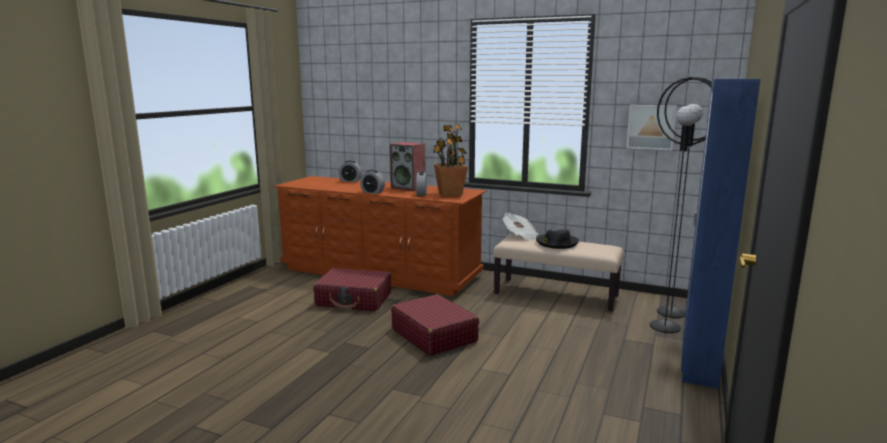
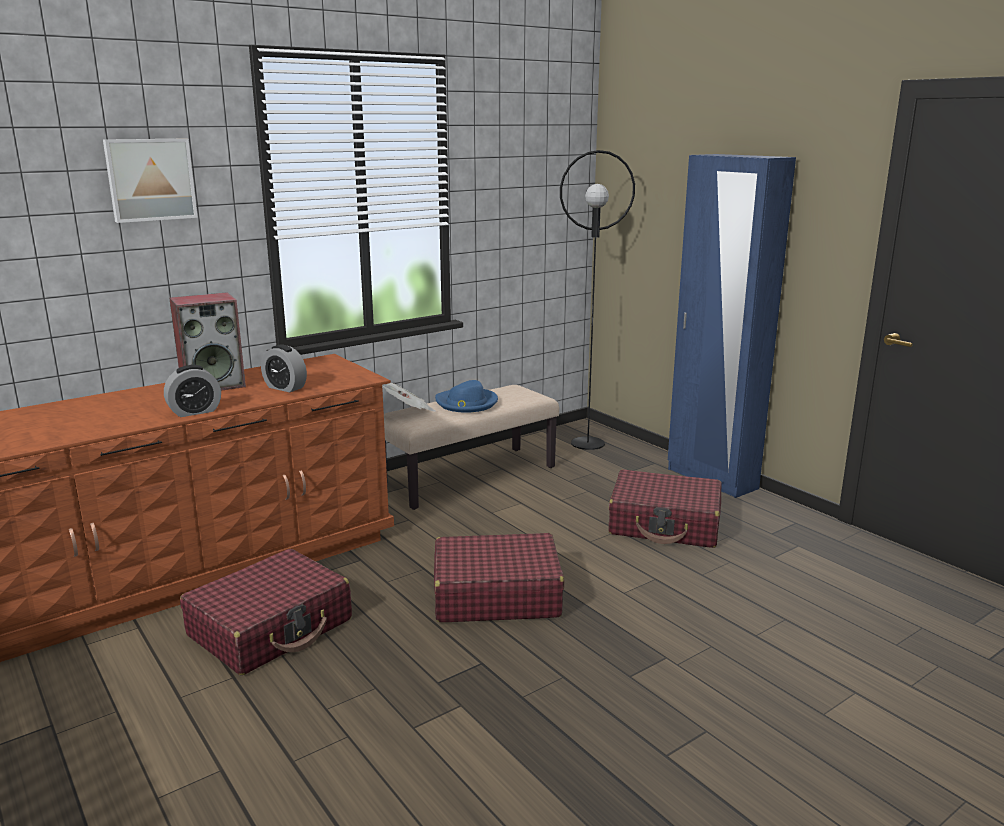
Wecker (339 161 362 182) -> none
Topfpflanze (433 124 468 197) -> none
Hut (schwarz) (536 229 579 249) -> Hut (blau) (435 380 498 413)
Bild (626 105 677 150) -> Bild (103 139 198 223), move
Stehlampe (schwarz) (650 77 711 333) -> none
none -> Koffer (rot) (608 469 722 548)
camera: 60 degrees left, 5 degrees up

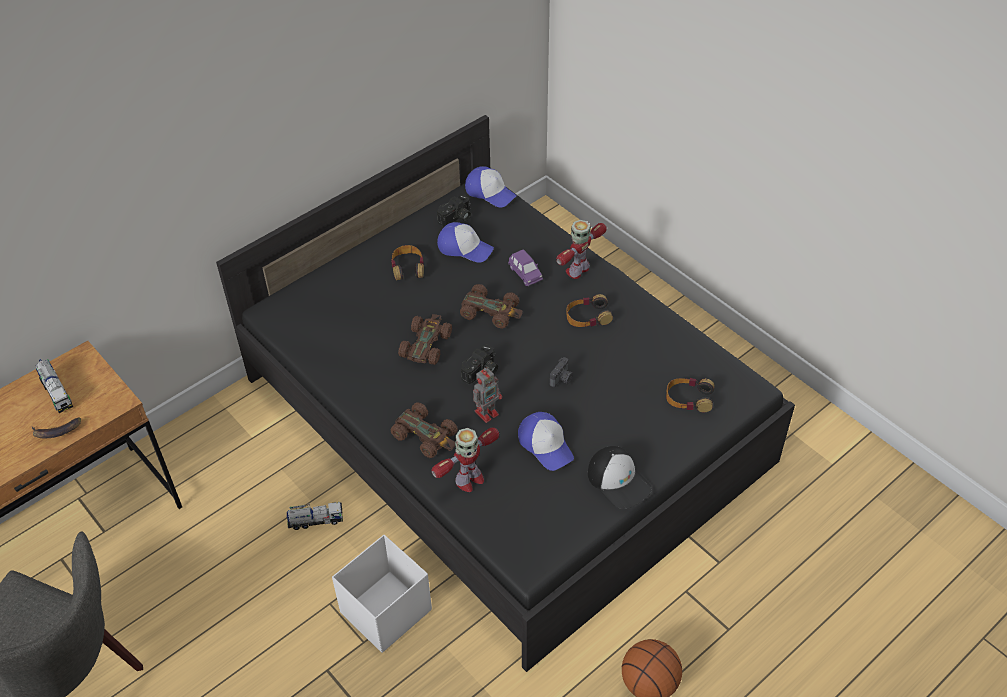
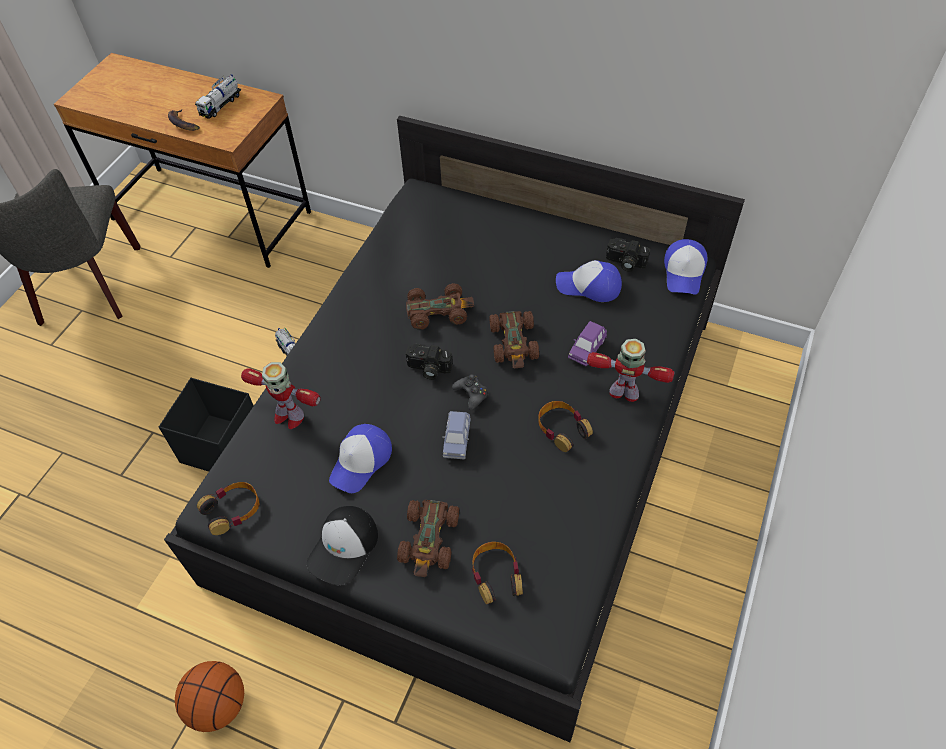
Aufbewahrungsbox (weiß) (332 535 432 653) -> Aufbewahrungsbox (schwarz) (159 378 254 471)
Kopfhörer (391 245 424 280) -> Kopfhörer (197 482 259 535), move
Spielzeugauto (braun) (391 402 458 458) -> Spielzeugauto (braun) (397 500 459 577), move
Kappe (437 222 494 262) -> Kappe (556 260 622 302), 105 degrees clockwise
Spielzeugroboter (473 367 502 423) -> none
Kamera (550 357 573 387) -> Spielzeugauto (blau) (442 411 471 460)
none -> Gamepad (schwarz) (452 374 488 410)
camera: 65 degrees right, 5 degrees up

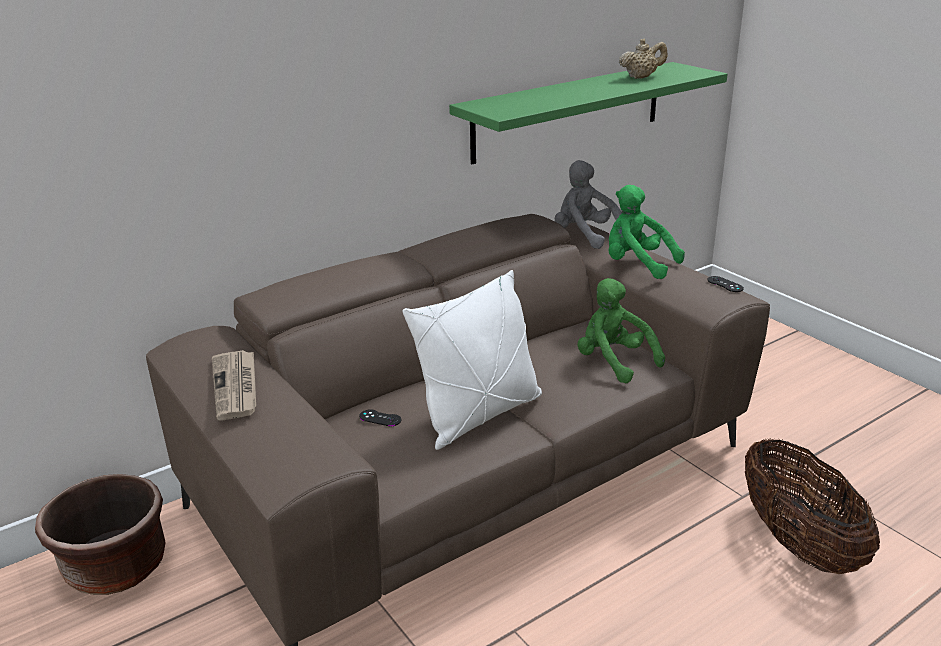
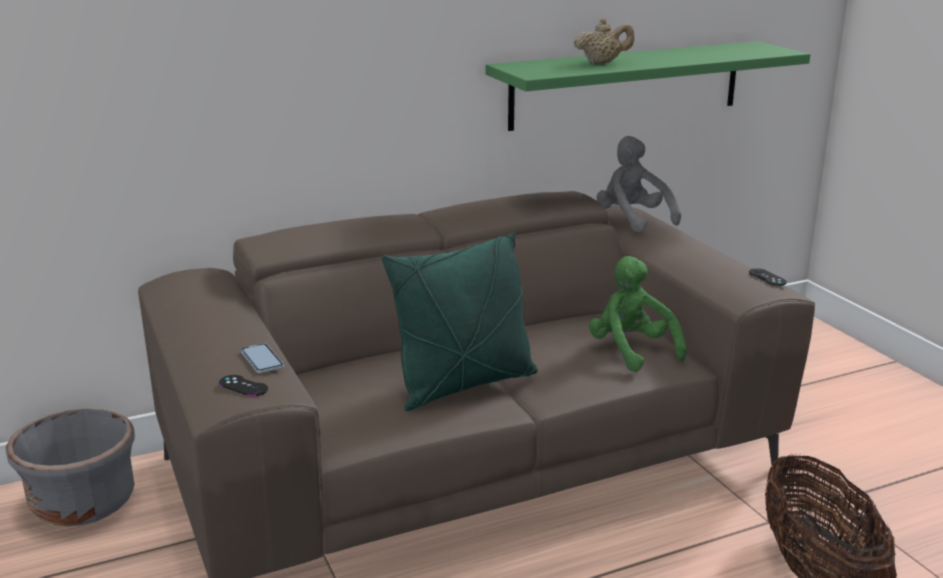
Pflanzkübel (braun) (35 474 165 595) -> Pflanzkübel (grau) (6 409 135 526)
Zeitung (212 350 256 421) -> none
Gamepad (schwarz) (359 409 401 426) -> Gamepad (schwarz) (219 375 268 396), move
Kissen (weiß) (403 270 542 450) -> Kissen (grün) (382 232 538 411)
Plüschtier (grün) (608 185 685 279) -> none
Teekanne (beige) (619 38 668 79) -> Teekanne (beige) (574 18 634 64), move
none -> Handy (240 343 284 373)
camera: 10 degrees right, 5 degrees down

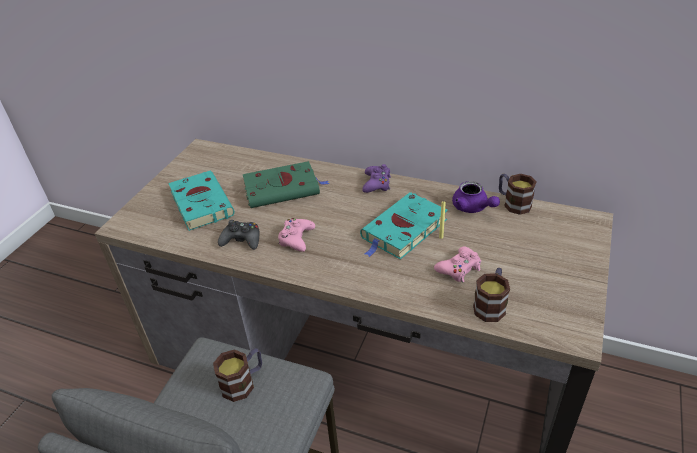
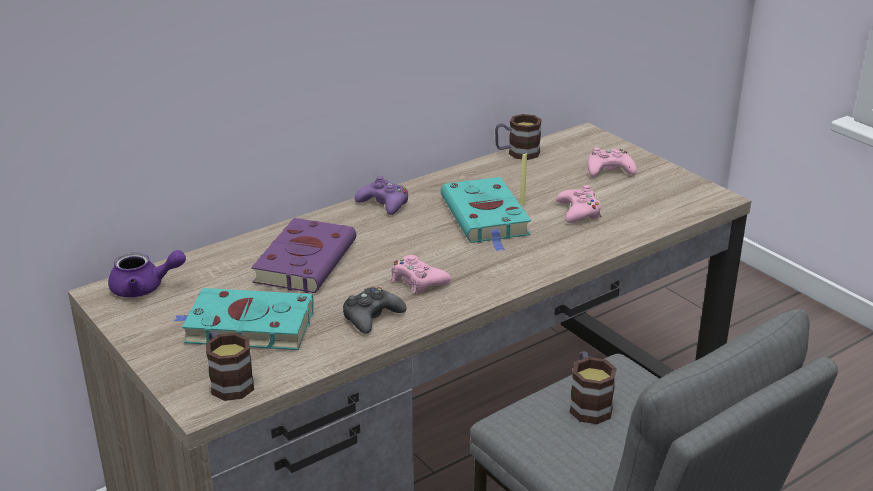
Buch (grün) (243 161 330 208) -> Buch (lila) (251 218 356 293)
Teekanne (lila) (452 181 500 213) -> Teekanne (lila) (108 250 186 297), move
Henkelbecher (473 268 510 322) -> Henkelbecher (206 330 254 401), move
none -> Gamepad (rosa) (588 147 637 177)
camera: 60 degrees left, 10 degrees down

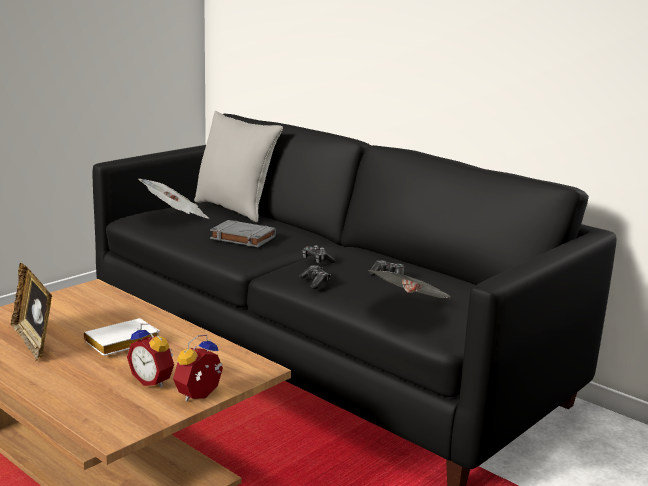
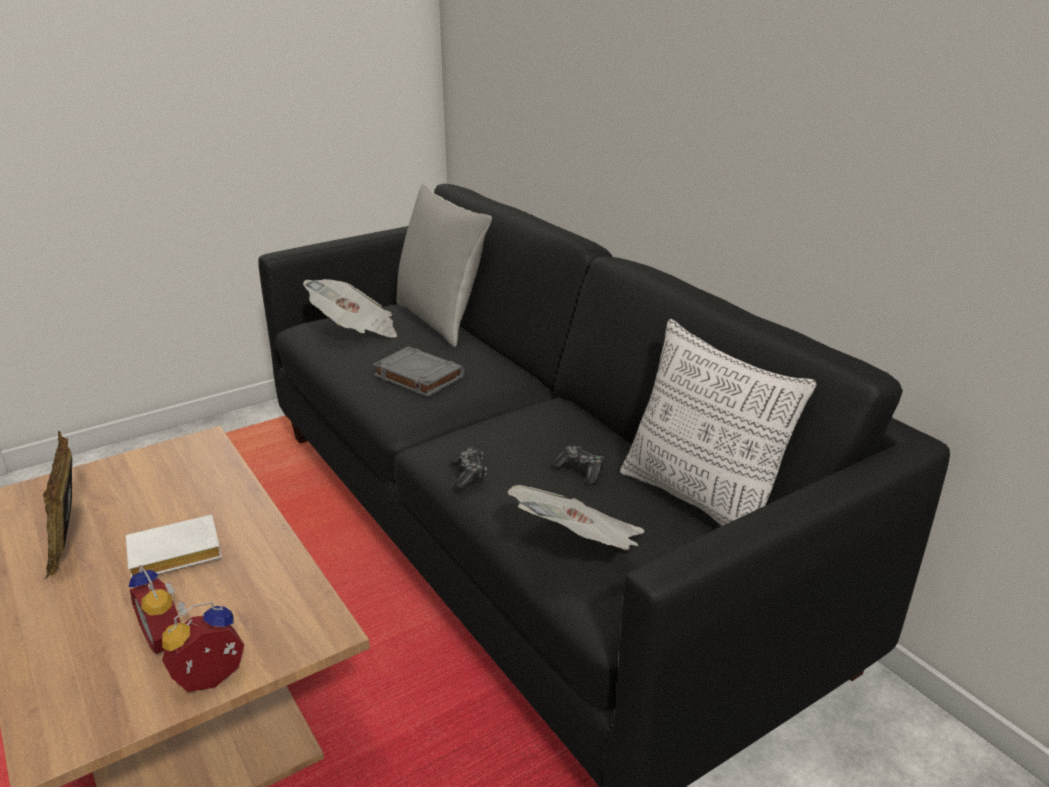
Gamepad (302 245 335 263) -> none
none -> Kissen (620 319 817 526)
camera: 15 degrees right, 10 degrees up

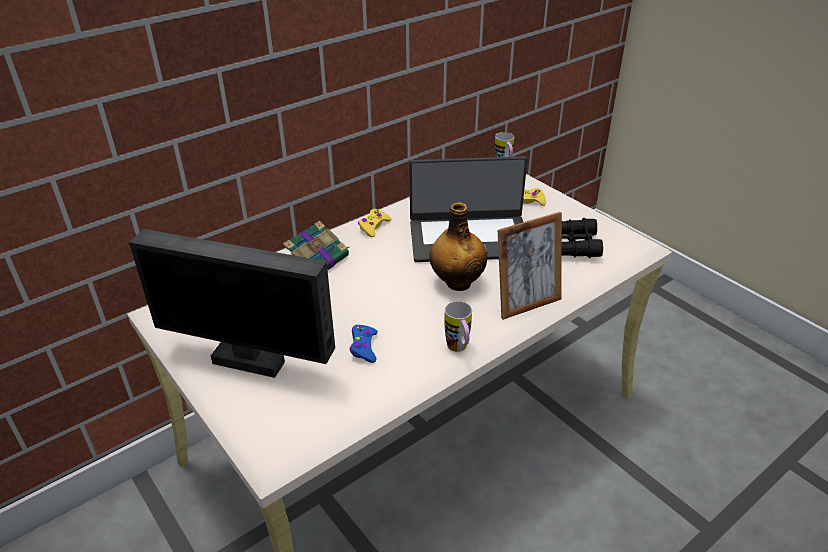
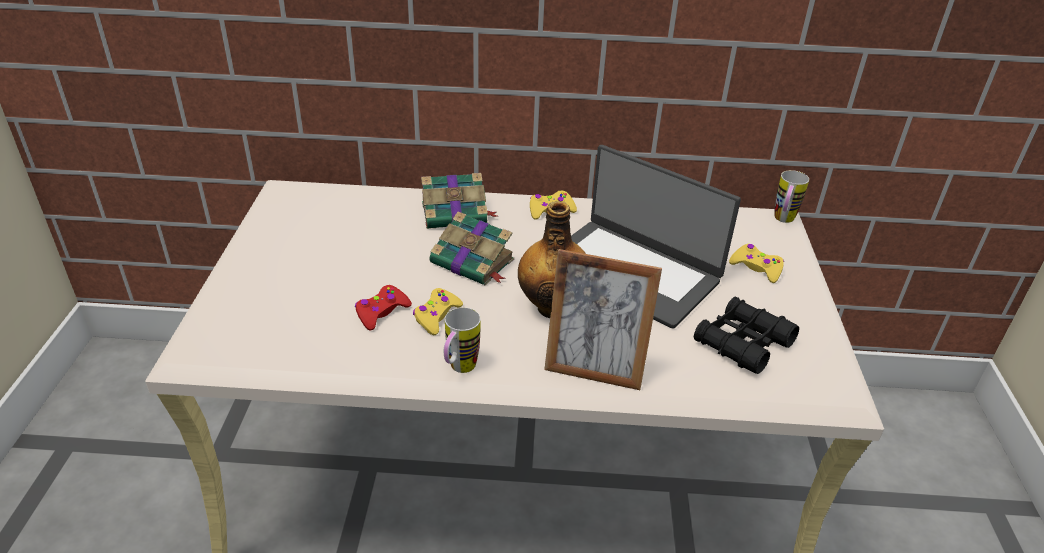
Monitor (129 229 335 378) -> none
Gamepad (blau) (350 325 378 363) -> Gamepad (rot) (355 285 412 331)
none -> Gamepad (gelb) (413 288 463 335)
none -> Buch (430 211 514 285)
camera: 40 degrees right, 0 degrees up

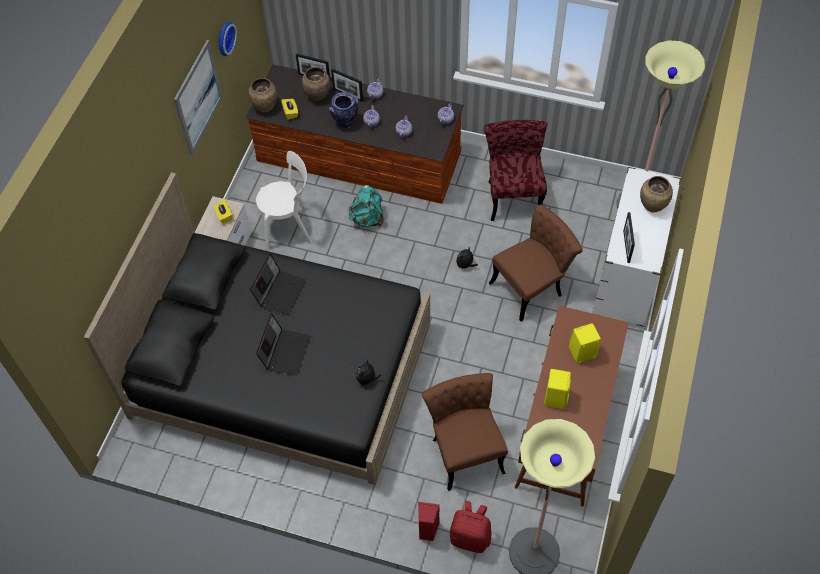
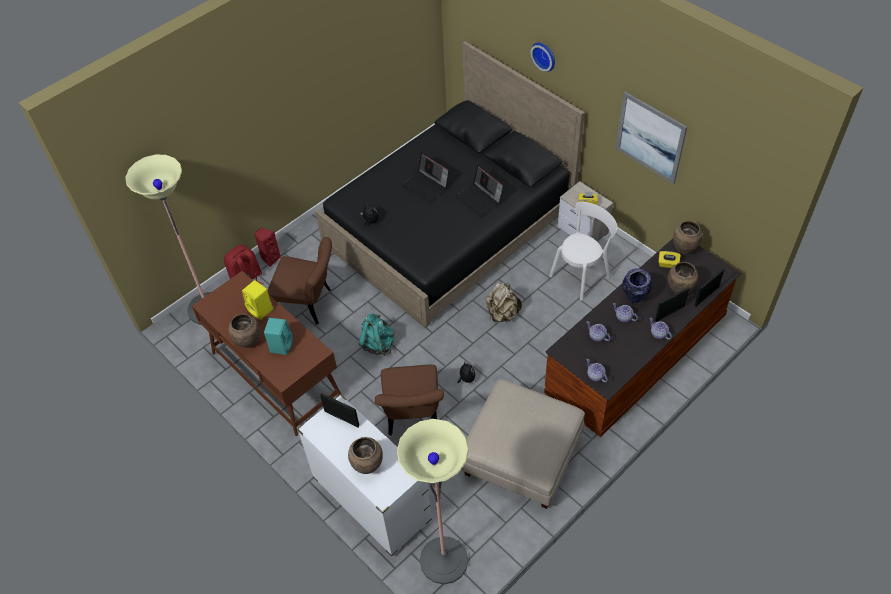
Wanduhr (218 21 237 56) -> Wanduhr (531 43 555 72), move
Stuhl (weiß) (256 151 312 251) -> Stuhl (weiß) (549 202 618 301), 150 degrees counterclockwise
Rucksack (türkis) (349 185 384 227) -> Rucksack (türkis) (359 314 395 356), move
Stuhl (rot) (484 120 548 221) -> Polsterhocker (beige) (461 379 585 509)
Lautsprecher (gelb) (568 323 601 363) -> Lautsprecher (türkis) (264 318 293 355)
none -> Vase (braun) (228 314 260 348)
none -> Rucksack (beige) (485 282 522 322)
camera: 120 degrees right, 5 degrees down

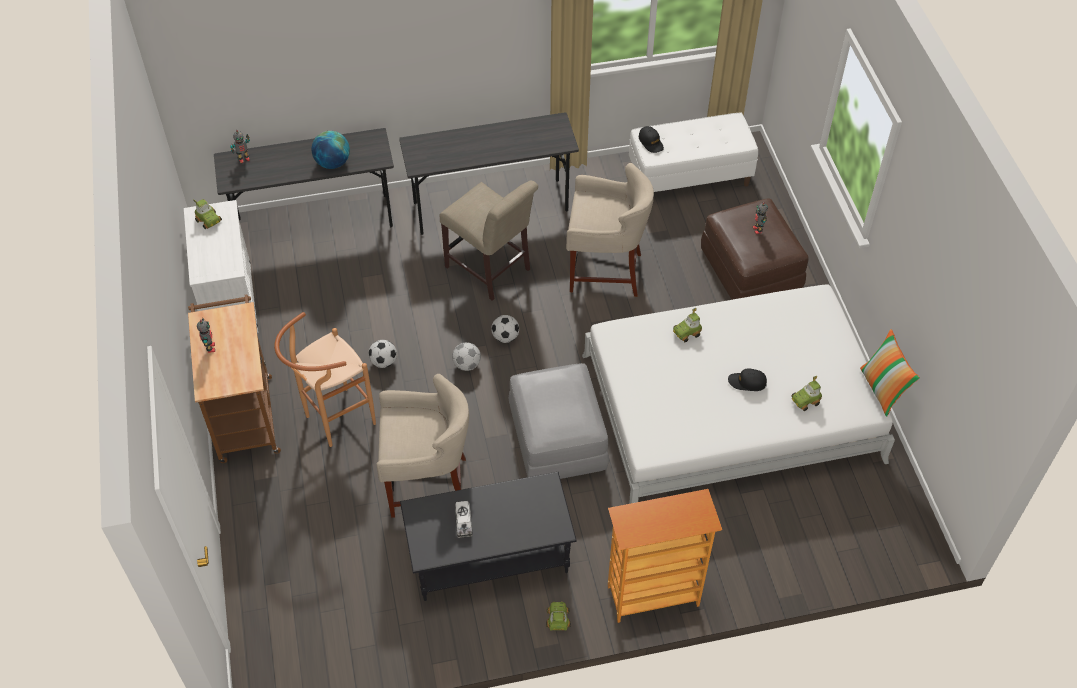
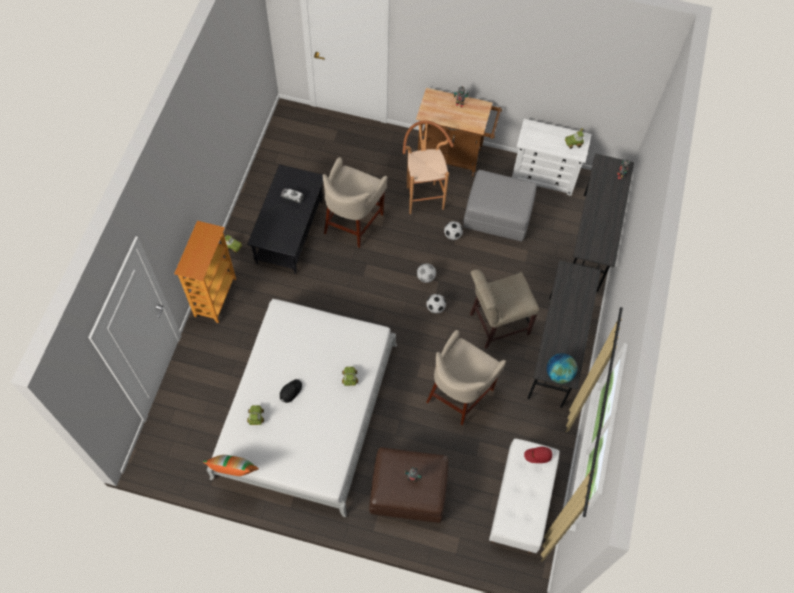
Globus (312 131 350 169) -> Globus (547 353 577 384), move
Polsterhocker (grau) (509 363 609 479) -> Polsterhocker (grau) (463 170 536 242), move
Kappe (schwarz) (639 126 664 153) -> Kappe (rot) (524 447 552 463)
camera: 115 degrees right, 10 degrees up

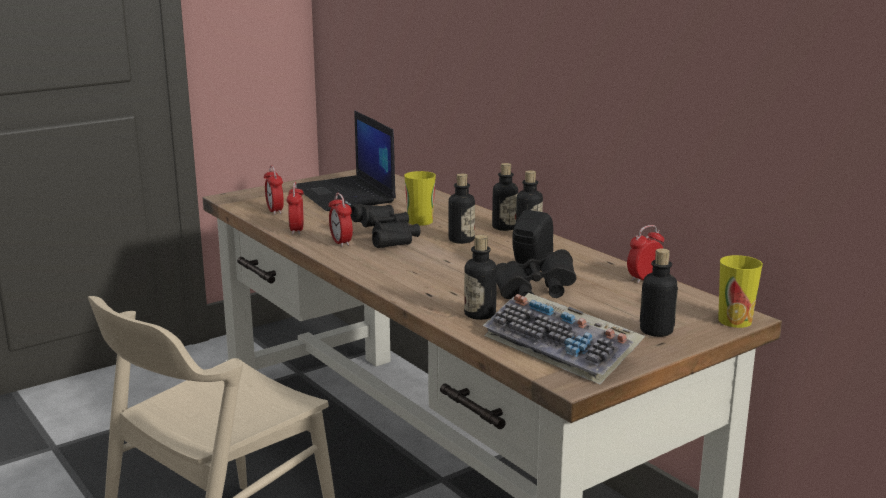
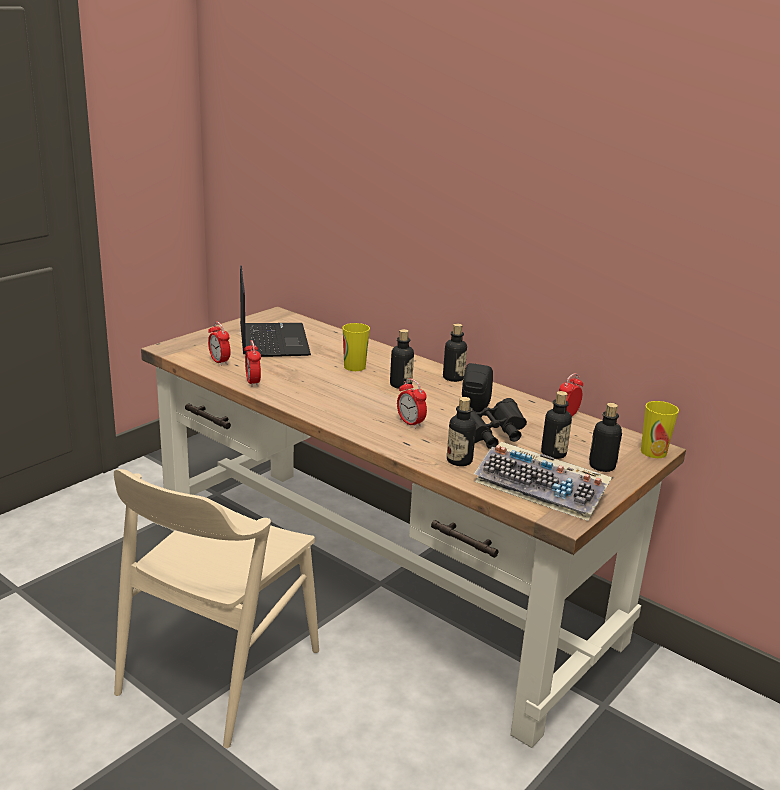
Laptop (296 110 396 211) -> Laptop (240 265 311 357), 150 degrees counterclockwise
Wecker (329 193 353 247) -> Wecker (397 379 427 428), move
Fernglas (schwarz) (350 204 420 248) -> none
Flasche (492 163 518 231) -> Flasche (541 391 572 459), move
camera: 15 degrees left, 5 degrees up

